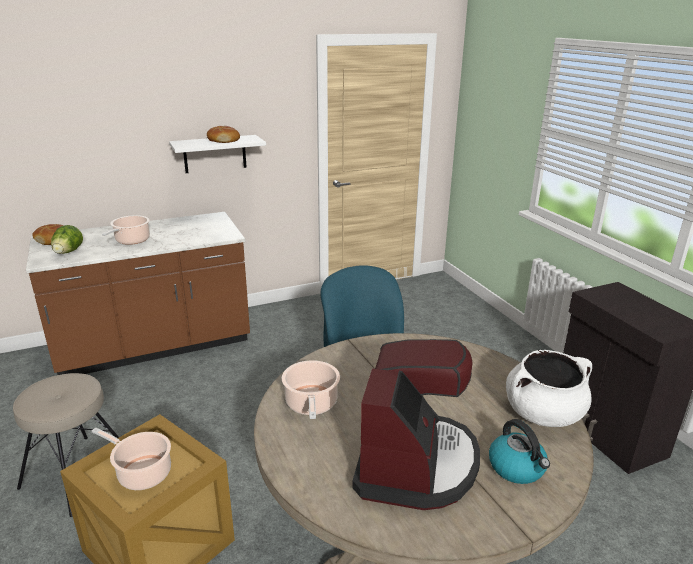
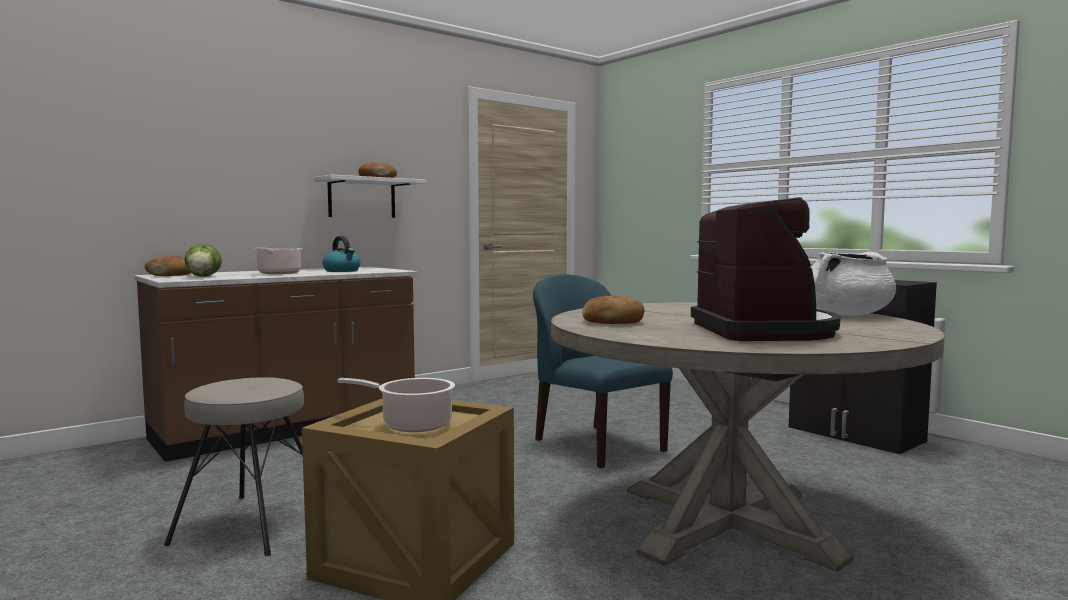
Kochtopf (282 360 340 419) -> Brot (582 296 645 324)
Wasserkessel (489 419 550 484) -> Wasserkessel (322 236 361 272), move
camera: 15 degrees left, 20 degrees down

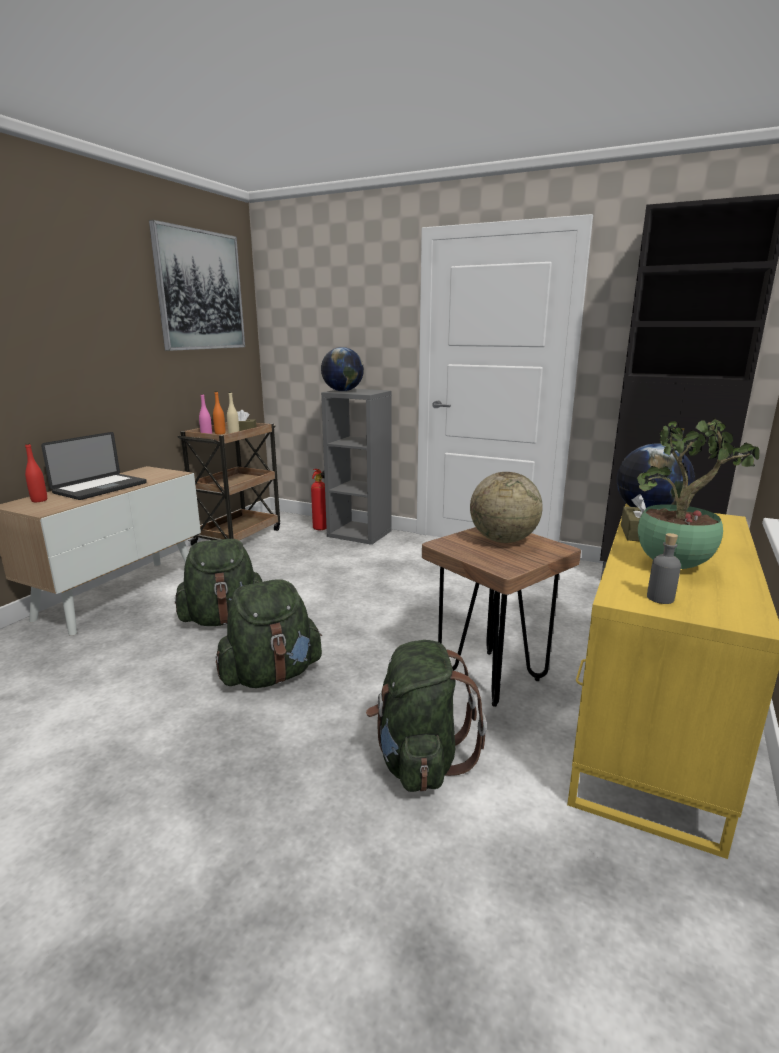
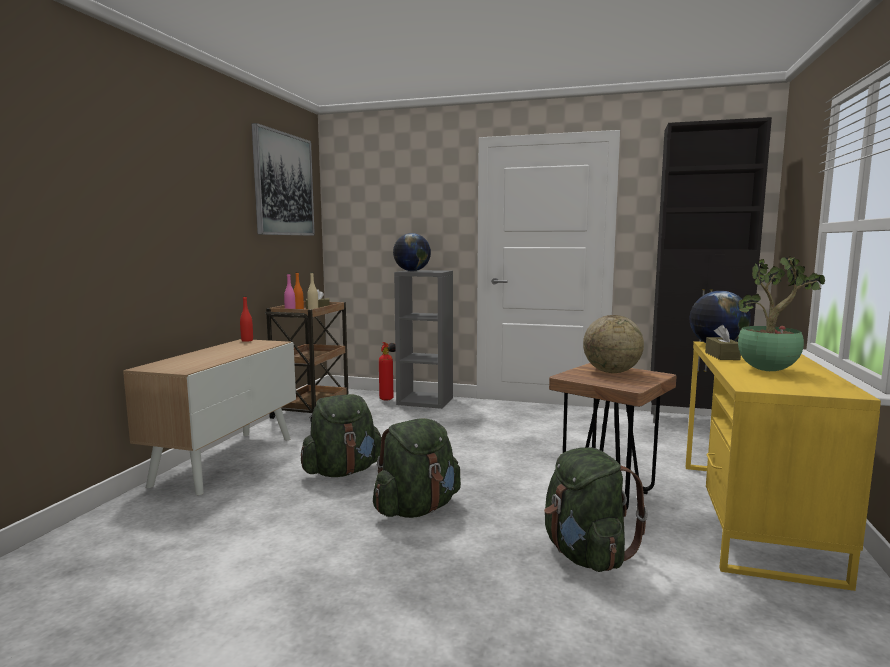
Flasche (rot) (25 443 47 502) -> Flasche (rot) (240 296 253 342), move
Laptop (41 432 147 500) -> none
Flasche (grau) (647 533 681 604) -> none
camera: 10 degrees left, 10 degrees down

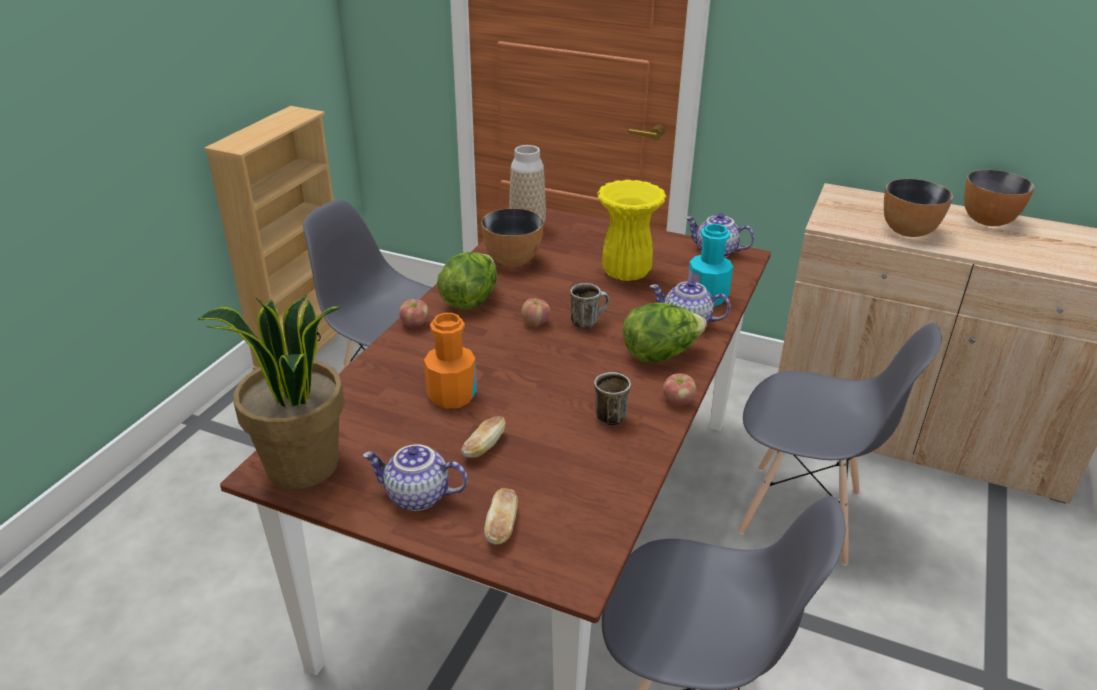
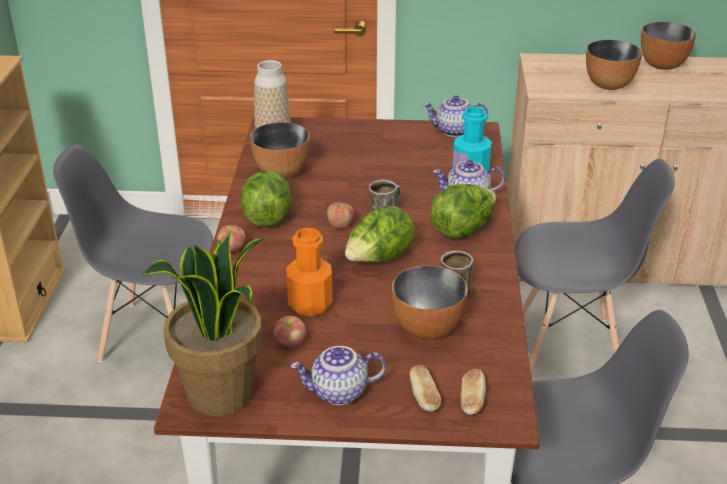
Brot (461 416 505 458) -> Brot (461 369 486 415), move
Vase (gelb) (597 180 666 281) -> none
Apfel (663 373 697 406) -> Apfel (274 316 306 347), move
none -> Salatkopf (345 205 415 262)
none -> Schüssel (392 265 468 339)
camera: 20 degrees left, 0 degrees up

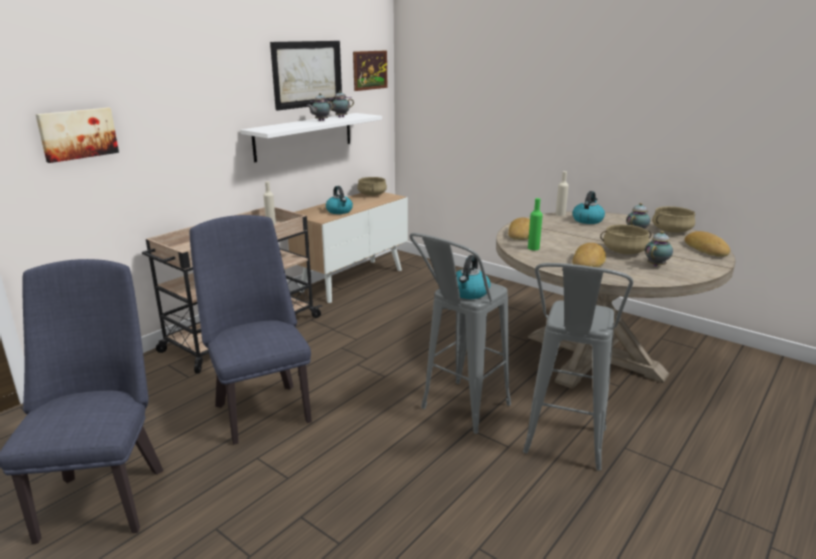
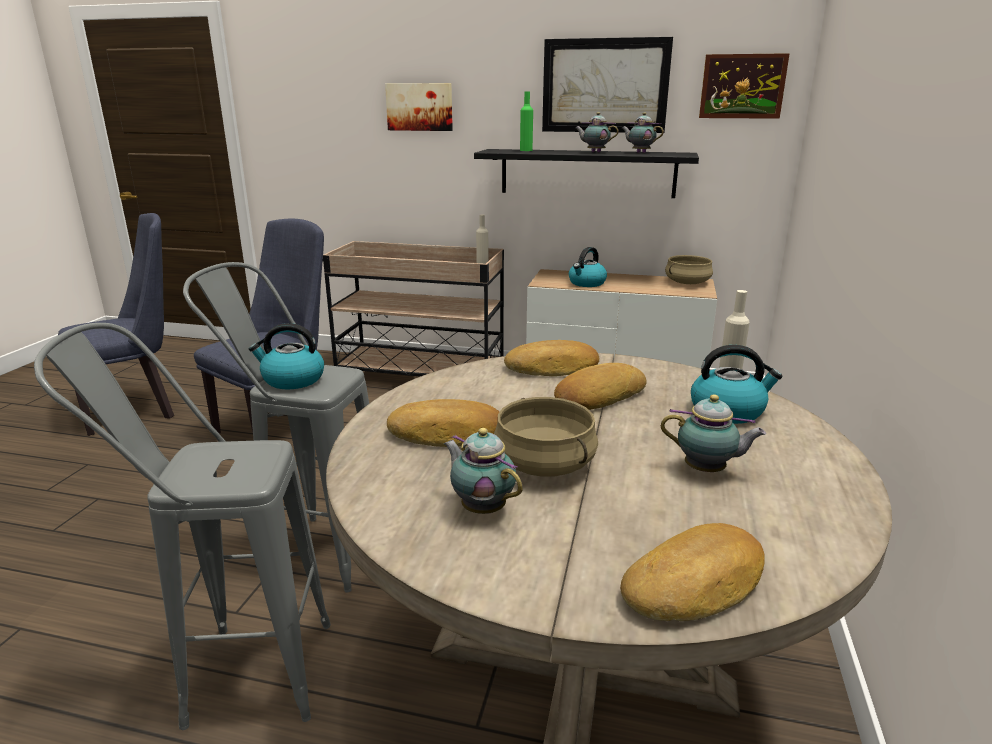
Bild (35 108 119 163) -> Bild (385 83 453 131), move
Wandregal (weiß) (240 113 382 162) -> Wandregal (schwarz) (474 149 699 198)
Flasche (grün) (528 198 543 250) -> Flasche (grün) (520 91 533 151), move
Teekanne (645 231 673 267) -> Teekanne (444 428 523 514), 150 degrees counterclockwise
Kochtopf (beige) (652 206 695 233) -> none
none -> Brot (554 363 647 410)
camera: 65 degrees right, 0 degrees up

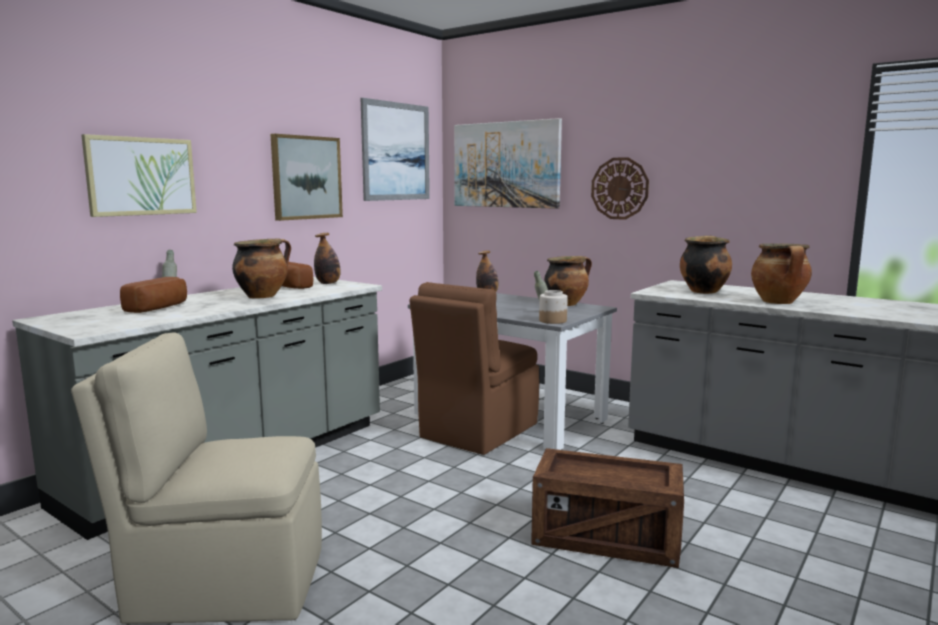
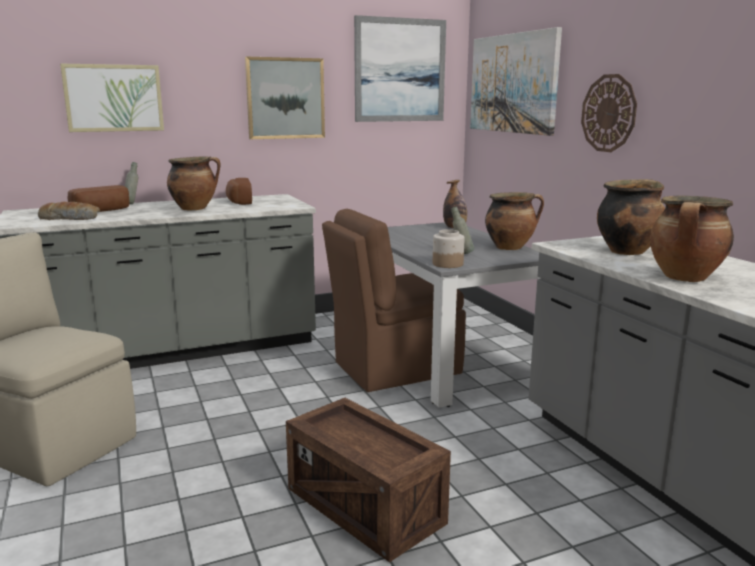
Flasche (314 233 341 284) -> none
none -> Brot (38 202 100 220)
camera: 30 degrees right, 5 degrees up

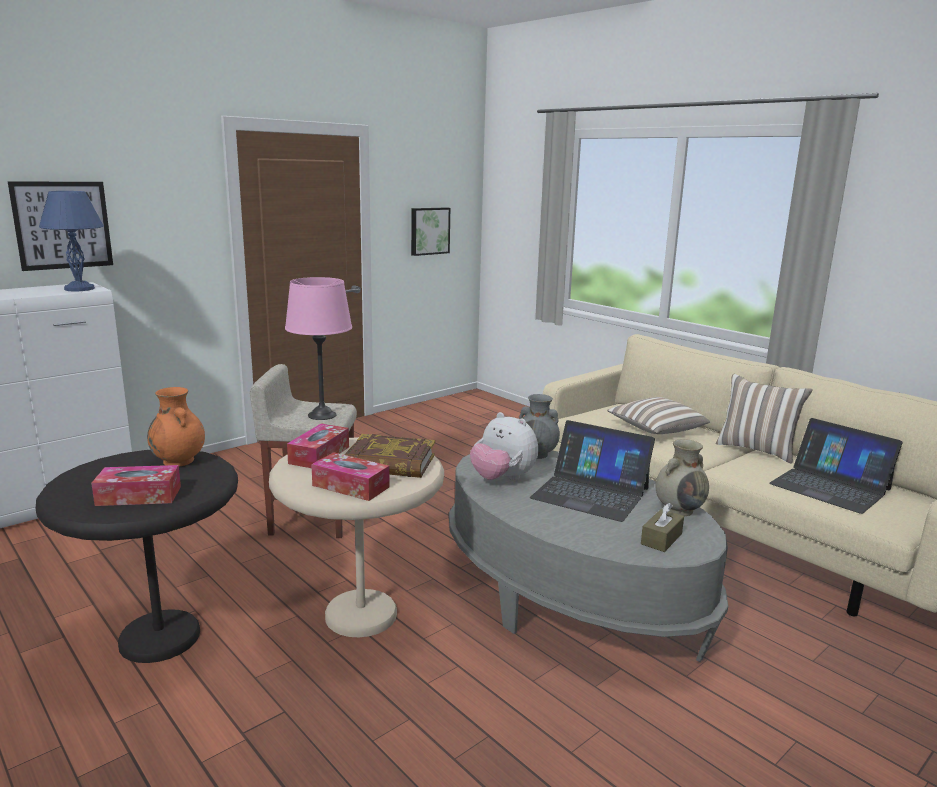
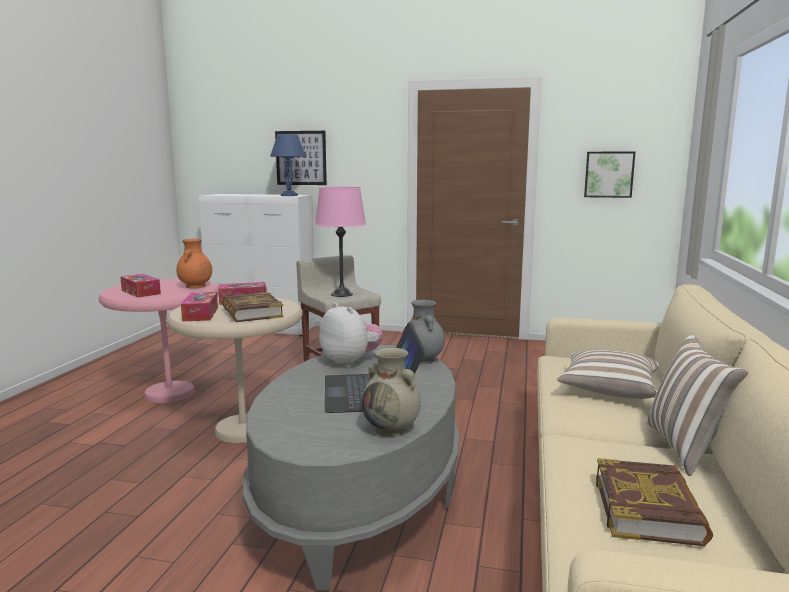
Beistelltisch (schwarz) (36 450 238 663) -> Beistelltisch (rosa) (99 279 219 403)
Plüschtier (470 412 538 480) -> Plüschtier (319 302 383 367), 135 degrees clockwise
Taschentuchbox (braun) (641 503 684 552) -> none
Laptop (769 418 903 514) -> Buch (596 458 713 546)
camera: 55 degrees right, 5 degrees down

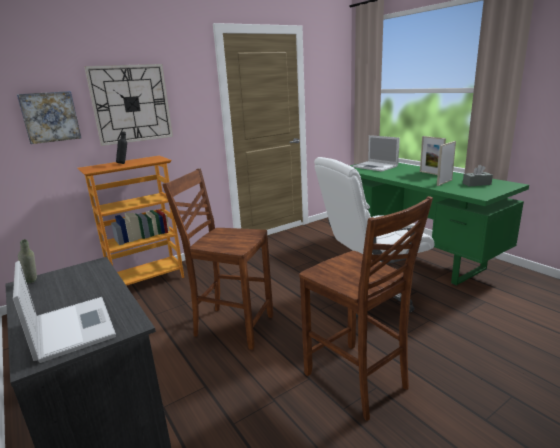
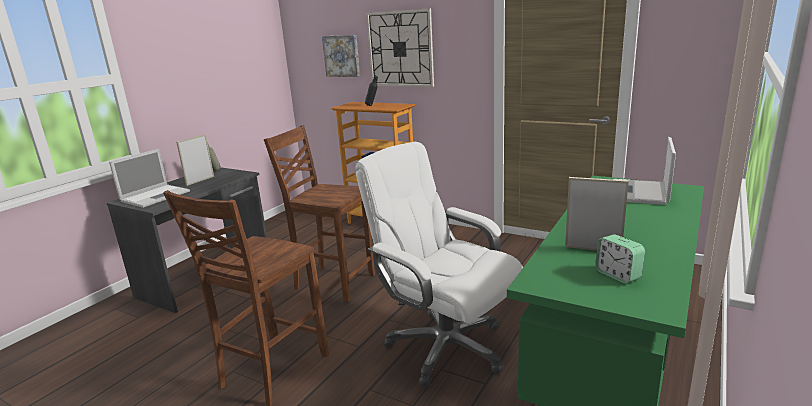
Stuhl (braun) (162 168 273 350) -> Stuhl (braun) (264 125 375 302), 60 degrees counterclockwise
Bilderrahmen (420 136 446 175) -> Bilderrahmen (176 134 214 186), move
Taschentuchbox (grau) (463 165 493 187) -> Wecker (595 234 645 284)
camera: 65 degrees right, 0 degrees up

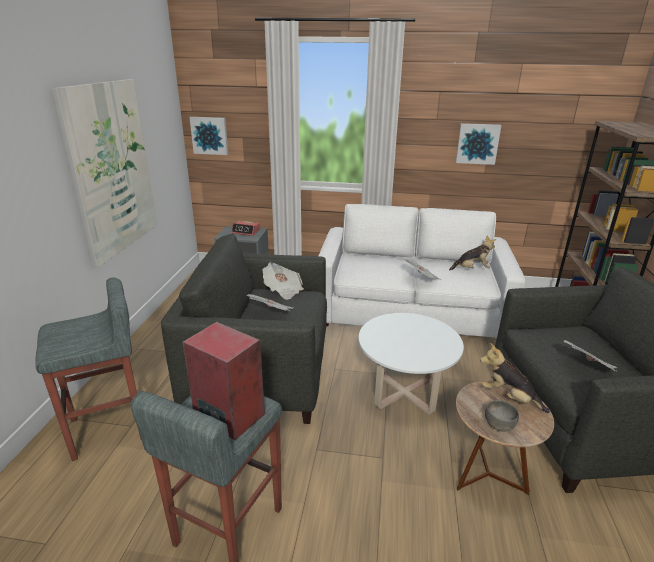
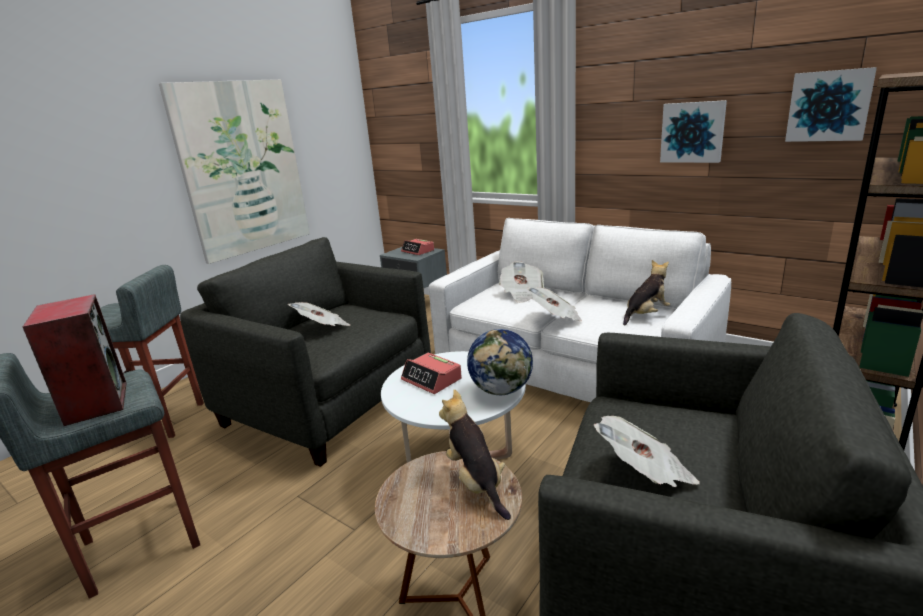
Bild (190 117 228 155) -> Bild (785 67 877 142), move
Zeitung (262 262 304 300) -> Zeitung (499 261 544 303), move
Plüschtier (449 236 496 270) -> Plüschtier (623 260 670 326), 60 degrees counterclockwise
Schüssel (grau) (485 400 519 432) -> none
none -> Wecker (401 353 462 394)
none -> Globus (467 329 533 395)
camera: 30 degrees right, 5 degrees down

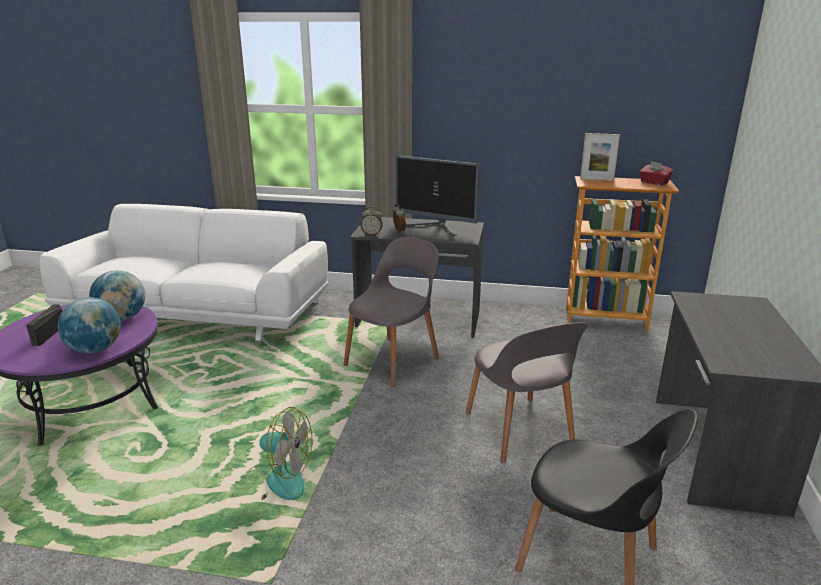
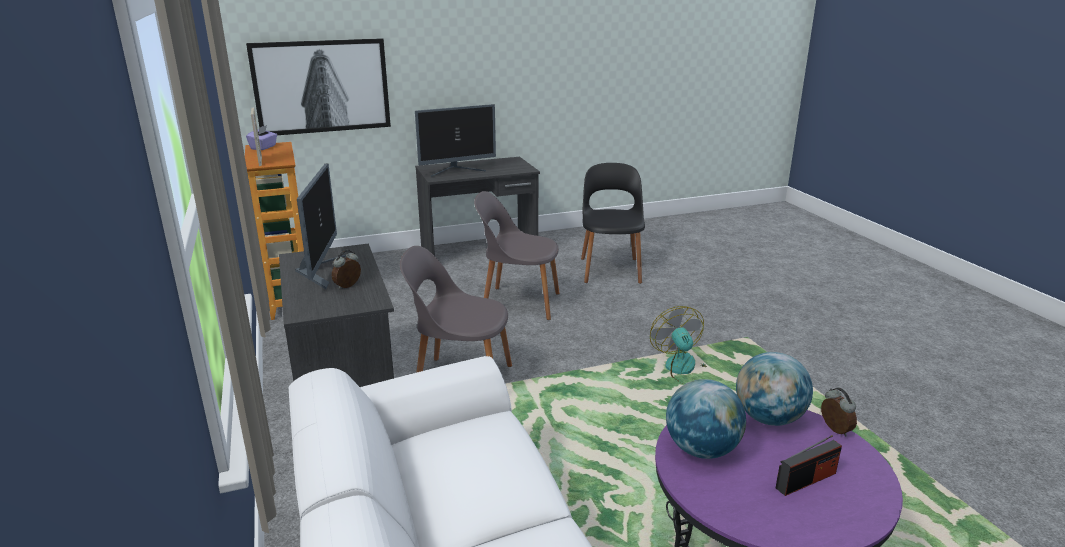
Wecker (360 207 383 236) -> Wecker (821 387 857 436), move
Stuhl (grau) (466 322 588 463) -> Stuhl (grau) (474 191 560 320), 120 degrees counterclockwise
Taschentuchbox (rot) (640 161 673 185) -> Taschentuchbox (lila) (246 125 277 150)
none -> Bild (246 38 391 135)
none -> Monitor (415 104 496 177)
camera: 120 degrees left, 0 degrees up

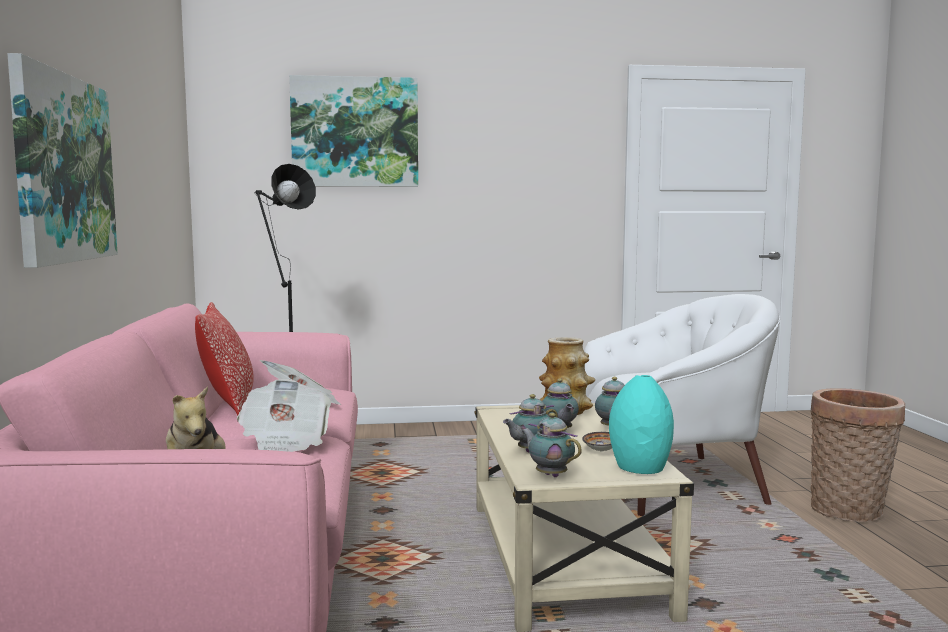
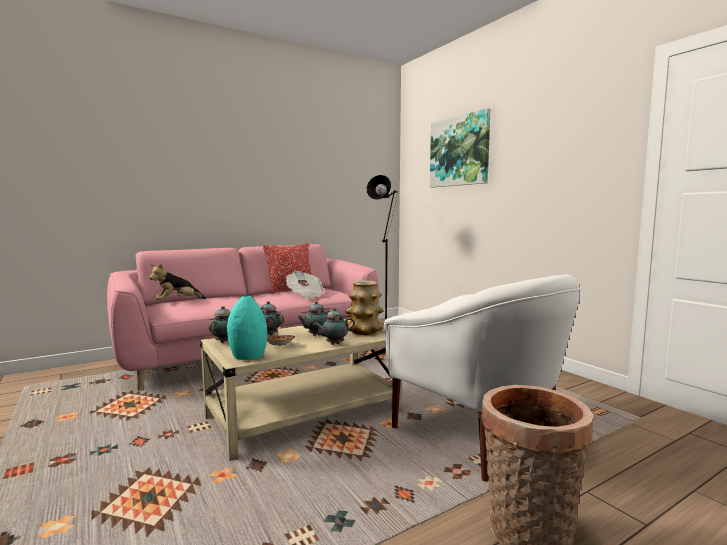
Bild (7 53 118 268) -> none
Zeitung (237 379 331 452) -> none
camera: 65 degrees right, 0 degrees up

